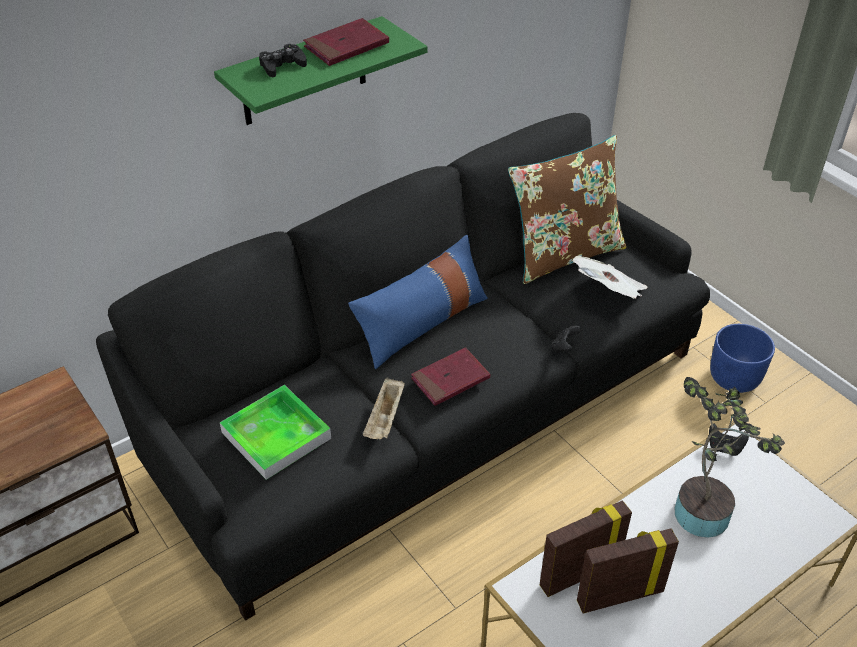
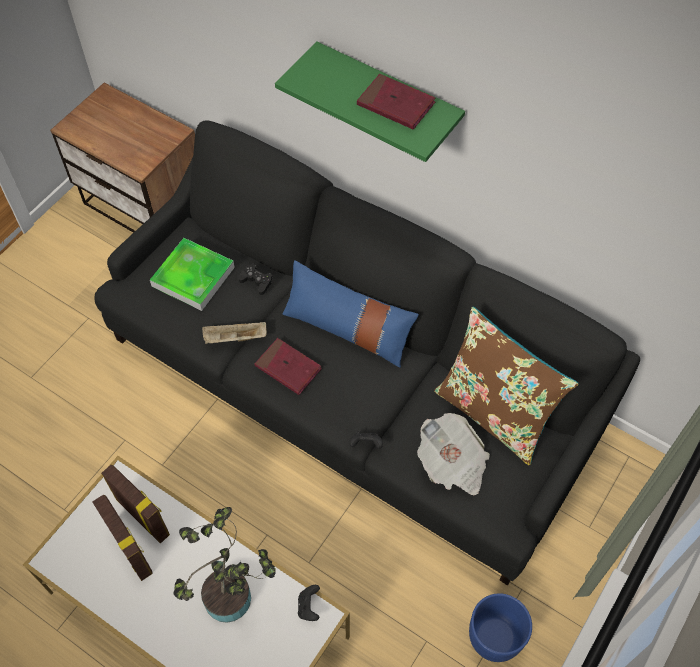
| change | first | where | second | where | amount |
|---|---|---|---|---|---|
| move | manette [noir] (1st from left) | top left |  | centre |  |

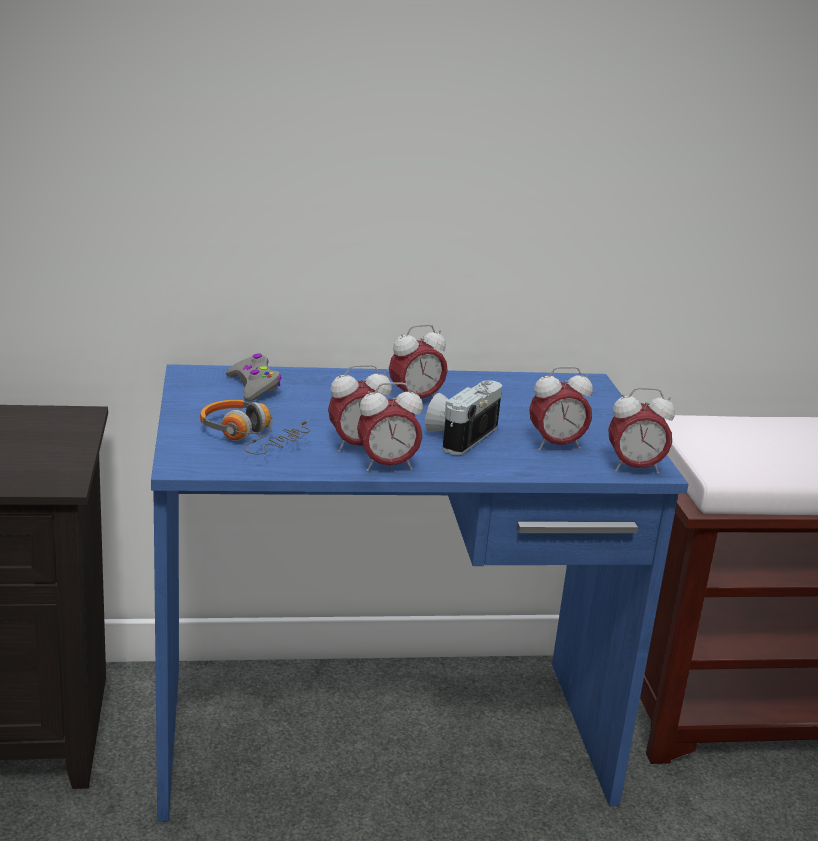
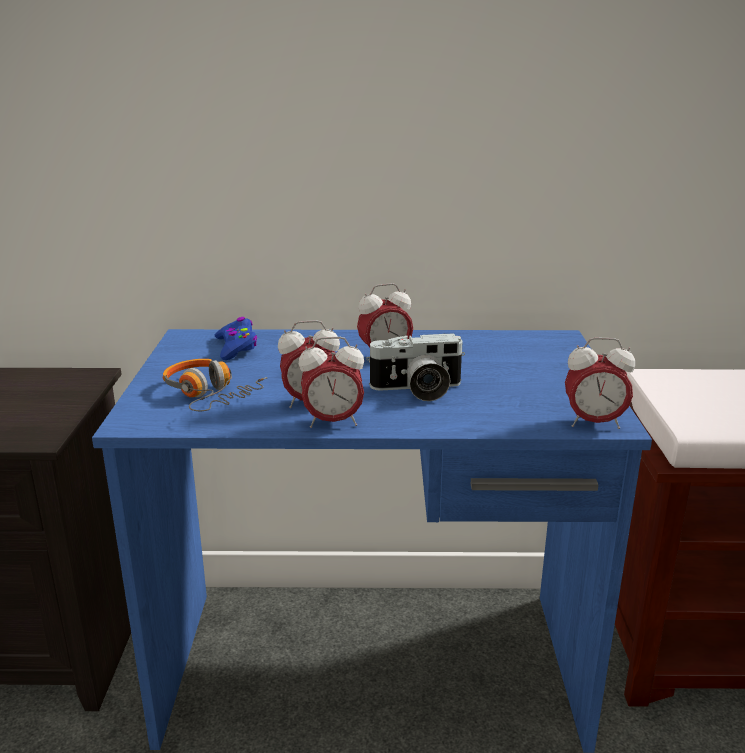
| change | first | where | second | where | amount |
|---|---|---|---|---|---|
| delete | réveil (4th from left) | middle right |  |  |  |
| recolor | manette [gris] | middle left | manette [bleu] | middle left |  |
| rotate | appareil photo | centre |  | centre | 135 degrees counterclockwise |

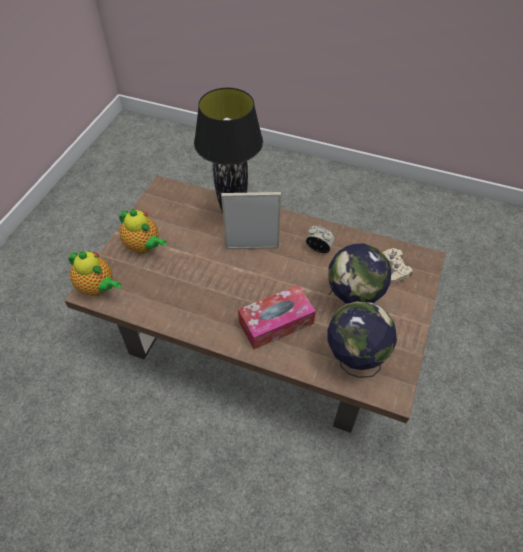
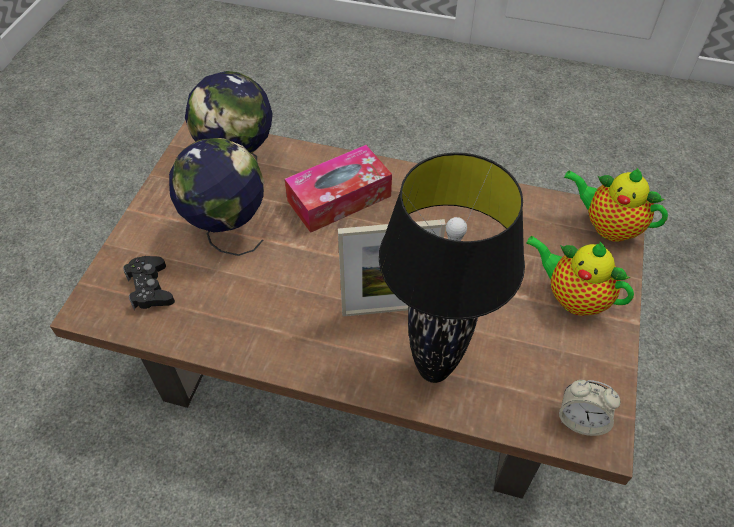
| change | first | where | second | where | amount |
|---|---|---|---|---|---|
| move | réveil | centre |  | bottom right |  |
| recolor | manette [beige] | middle right | manette [noir] | middle left |  |

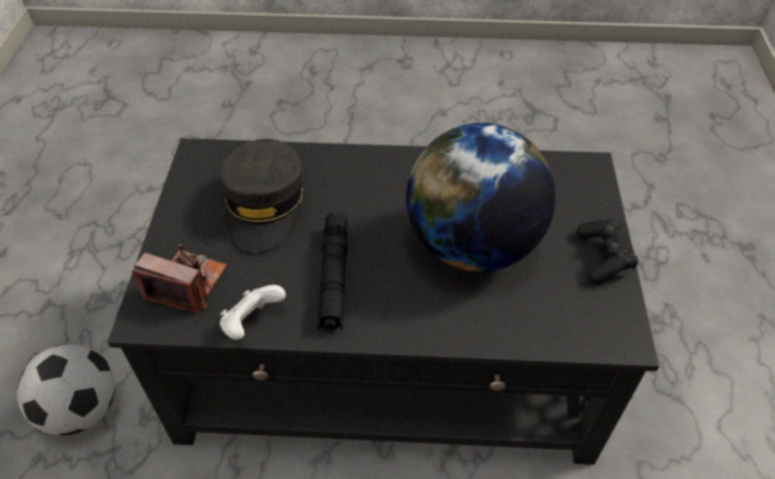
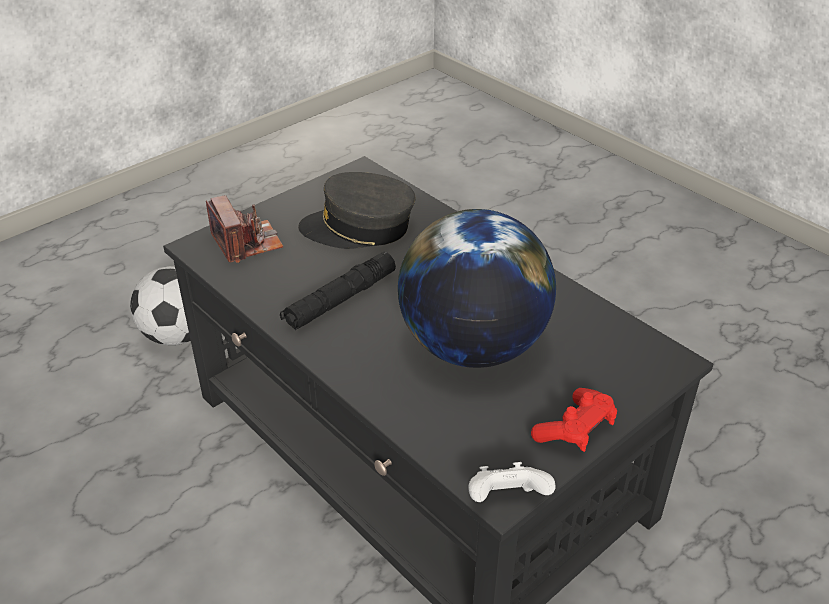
| change | first | where | second | where | amount |
|---|---|---|---|---|---|
| move | manette [blanc] | middle left |  | bottom centre |  |
| recolor | manette [noir] | middle right | manette [rouge] | bottom right |  |
| rotate | casquette [gris] | centre |  | centre | 45 degrees clockwise |

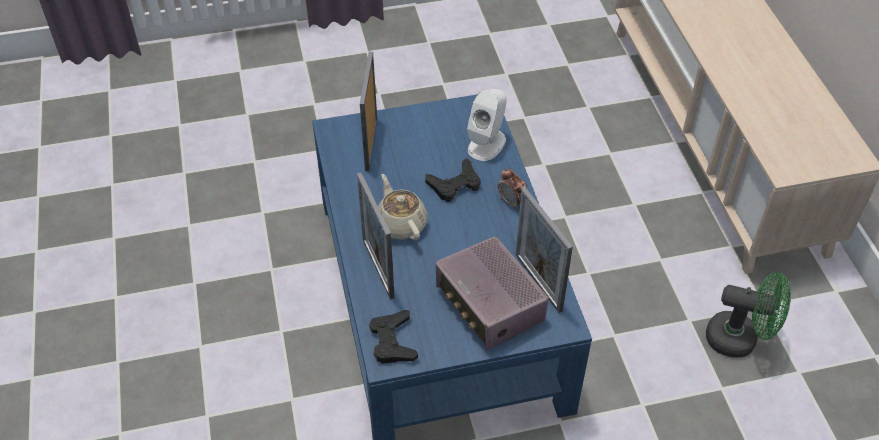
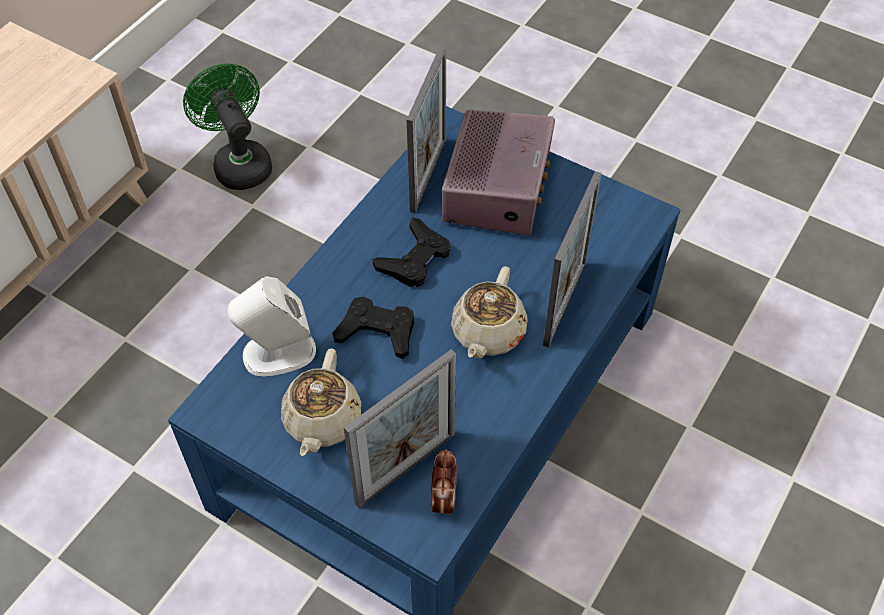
| change | first | where | second | where | amount |
|---|---|---|---|---|---|
| insert |  |  | théière [beige] (1st from left) | centre |  |
| move | manette [noir] (1st from left in the first image) | bottom centre | manette [noir] (2nd from left) | centre |  |
| move | réveil | centre |  | bottom centre |  |

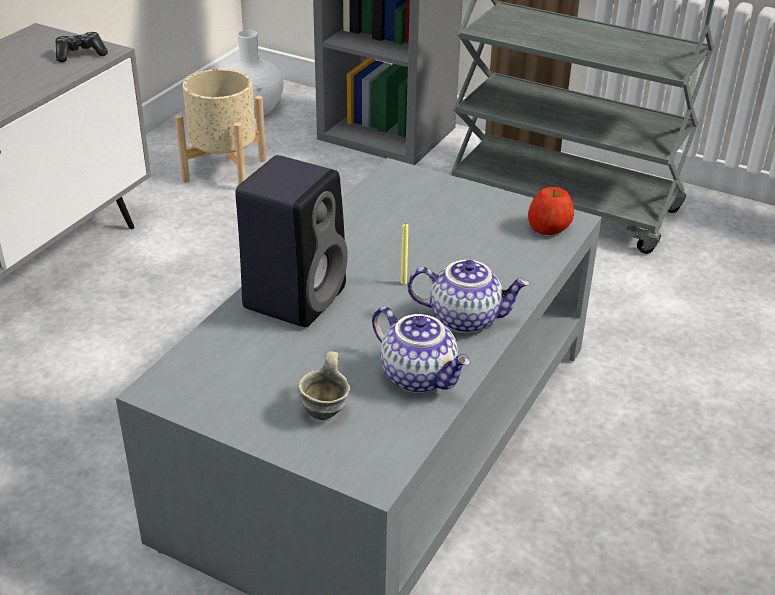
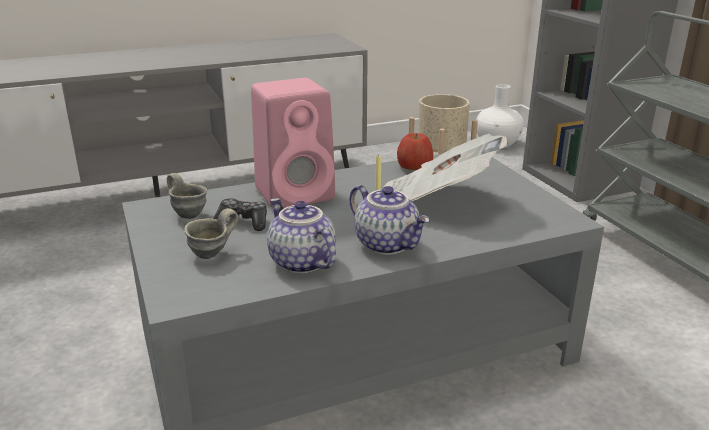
| change | first | where | second | where | amount |
|---|---|---|---|---|---|
| insert |  |  | mug [gris] (1st from left) | middle left |  |
| insert |  |  | journal | centre |  |
| move | manette | top left |  | centre |  |
| move | pomme | middle right |  | centre |  |
| recolor | enceinte [noir] | centre | enceinte [rose] | top centre |  |
| rotate | théière (1st from left) | centre |  | centre | 150 degrees clockwise |

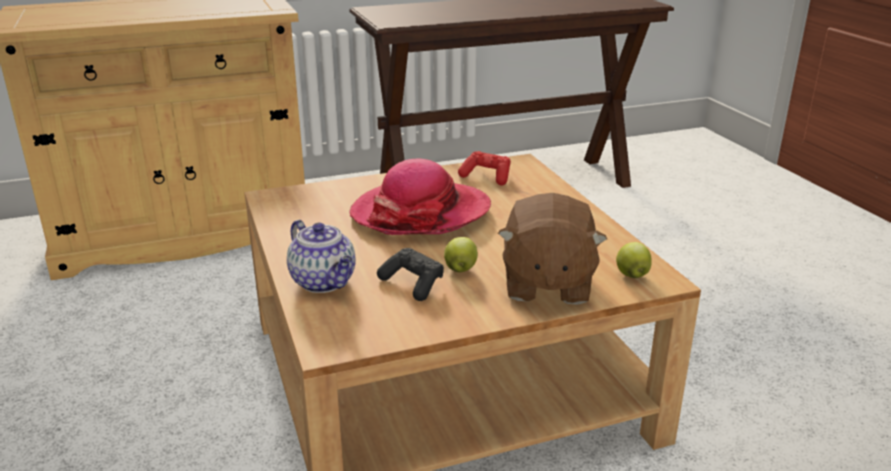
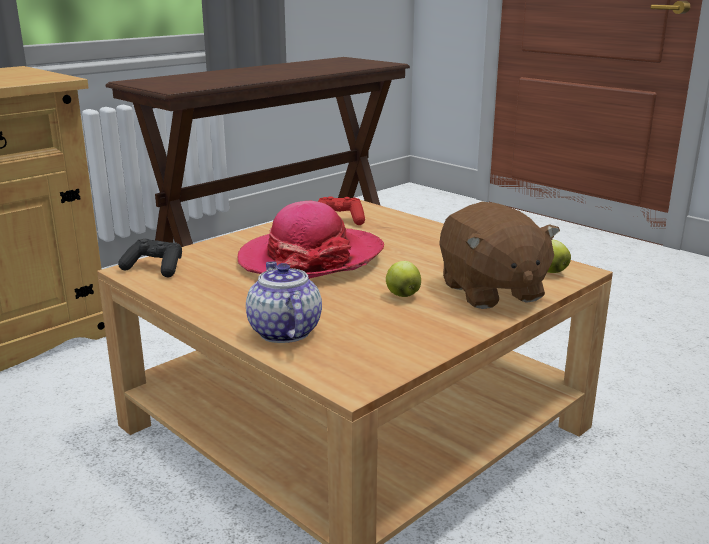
| change | first | where | second | where | amount |
|---|---|---|---|---|---|
| move | manette [noir] | centre |  | middle left |  |
| rotate | théière | centre |  | centre | 135 degrees counterclockwise |

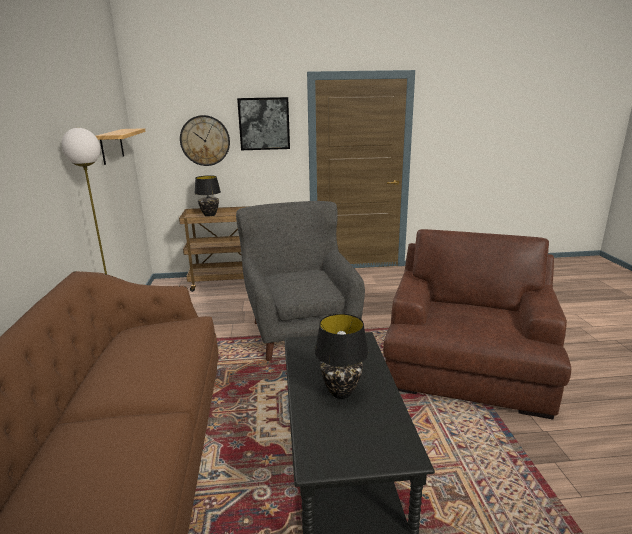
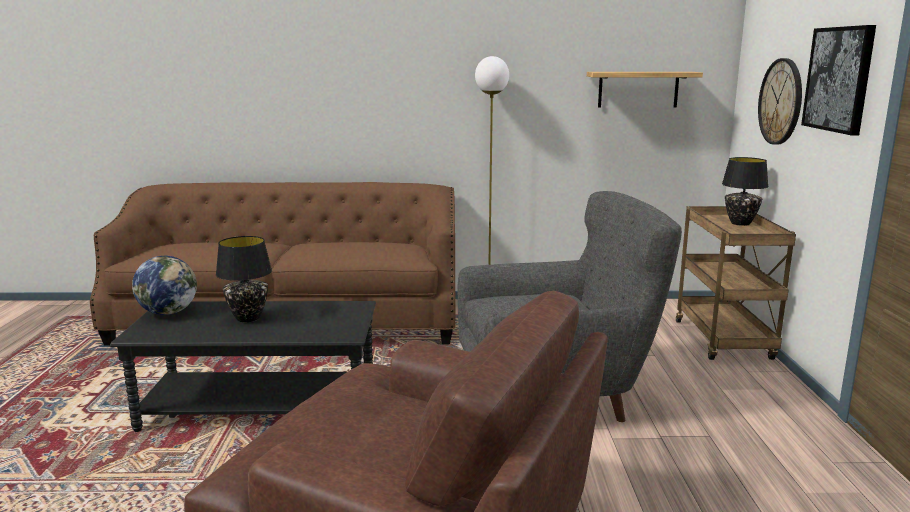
| change | first | where | second | where | amount |
|---|---|---|---|---|---|
| insert |  |  | globe | middle left |  |

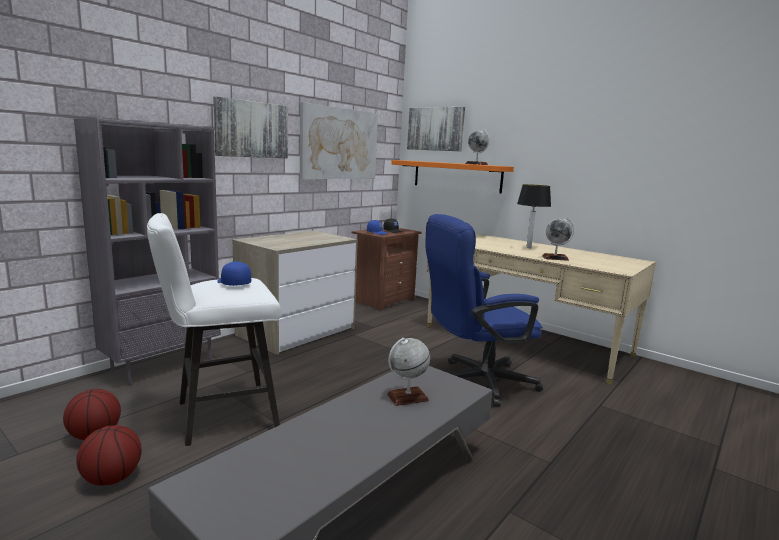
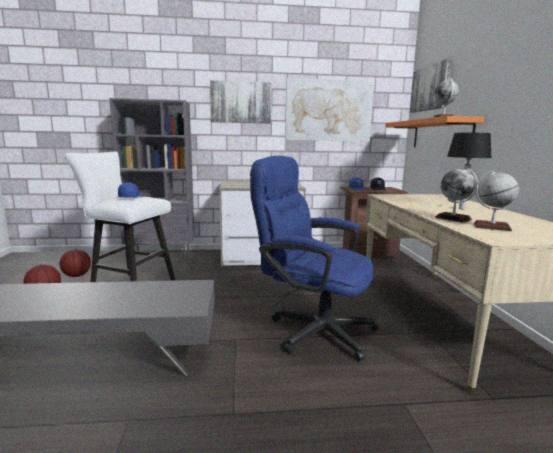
| change | first | where | second | where | amount |
|---|---|---|---|---|---|
| move | globe (1st from left in the first image) | bottom centre | globe (3rd from left) | middle right |  |

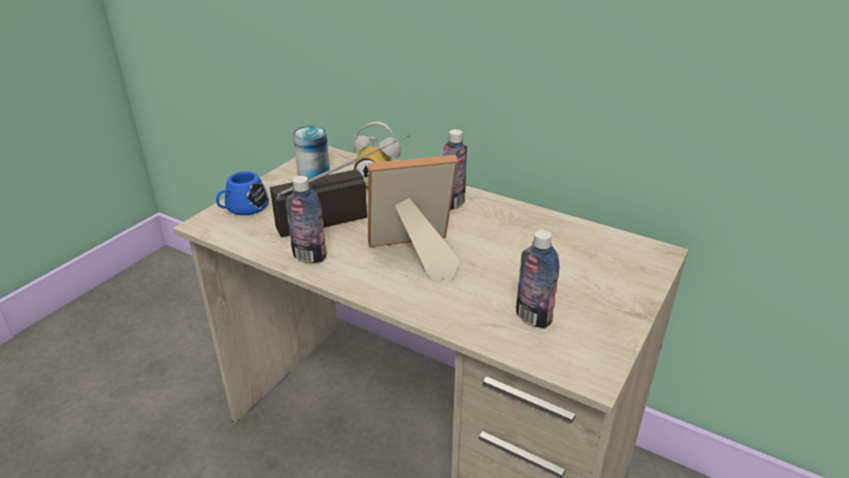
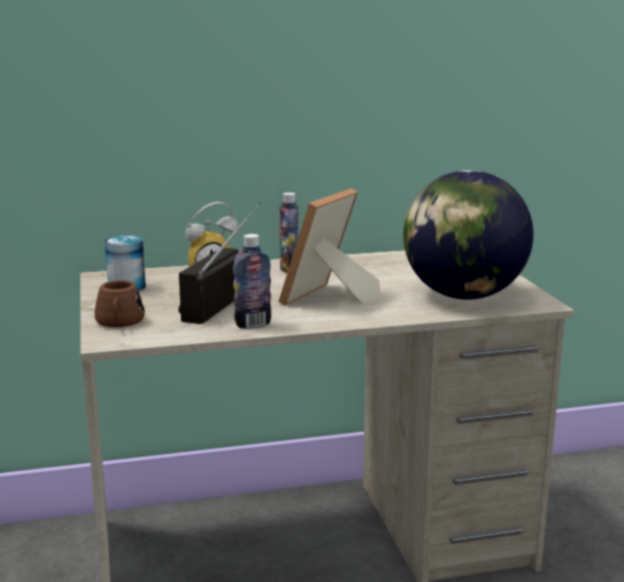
| change | first | where | second | where | amount |
|---|---|---|---|---|---|
| replace | bouteille (3rd from left) | centre | globe | middle right |  |
| recolor | mug [bleu] | middle left | mug [marron] | middle left |  |

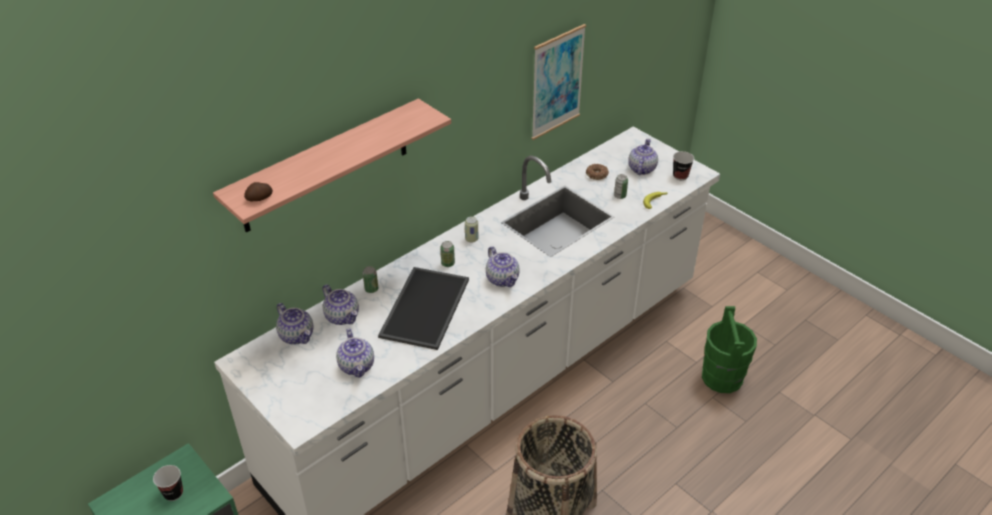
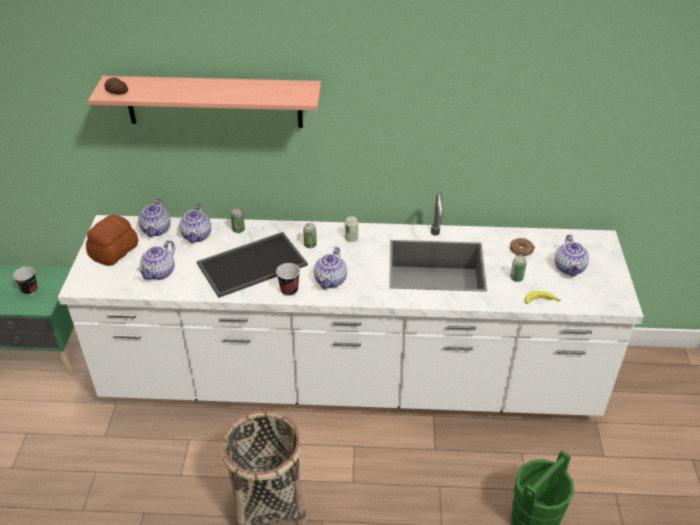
| change | first | where | second | where | amount |
|---|---|---|---|---|---|
| delete | tableau | top centre |  |  |  |
| insert |  |  | pain | middle left |  |
| move | tasse (2nd from left) | top right |  | centre |  |
| rotate | théière (5th from left) | top centre |  | middle right | 120 degrees clockwise |

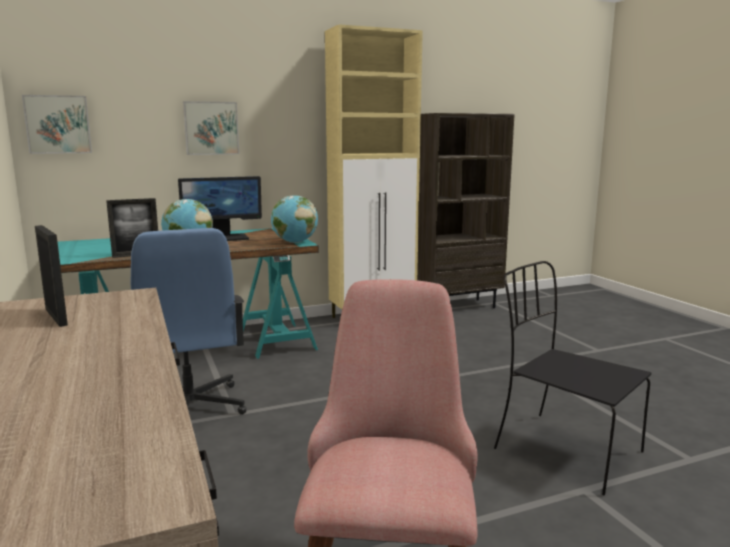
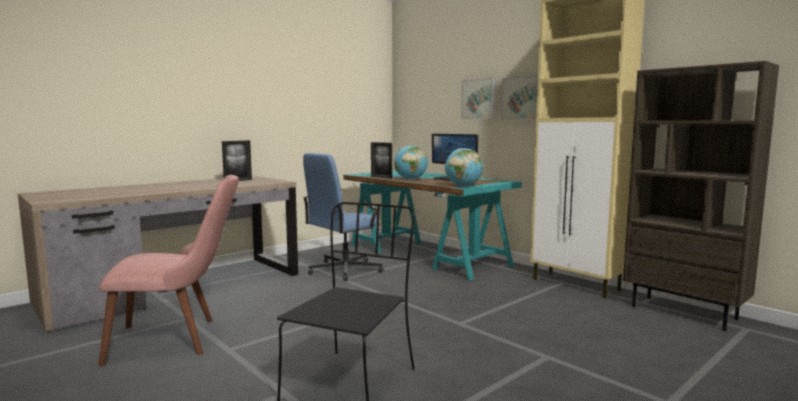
| change | first | where | second | where | amount |
|---|---|---|---|---|---|
| move | tableau (1st from left in the first image) | top left | tableau (2nd from left) | top centre |  |

